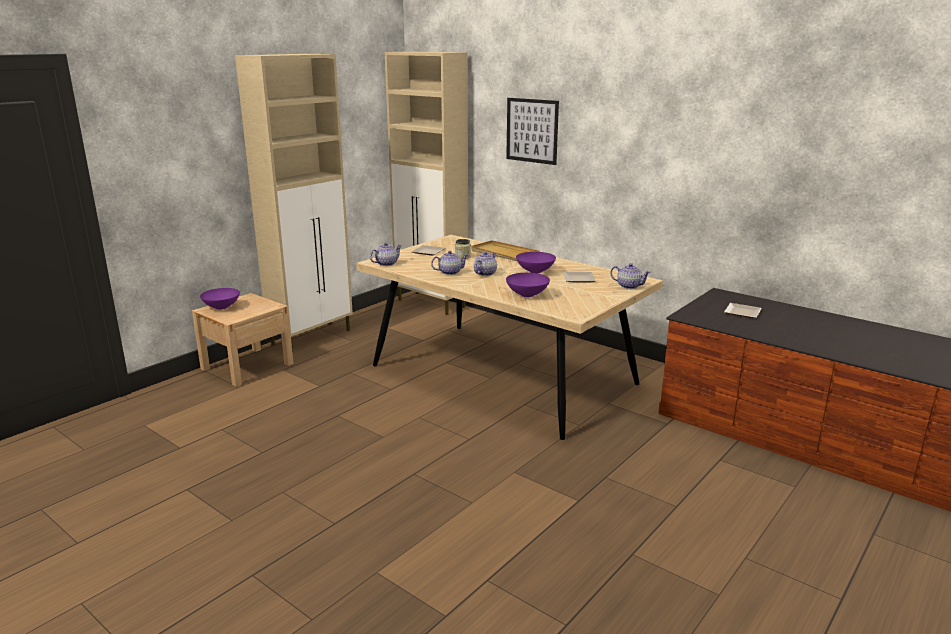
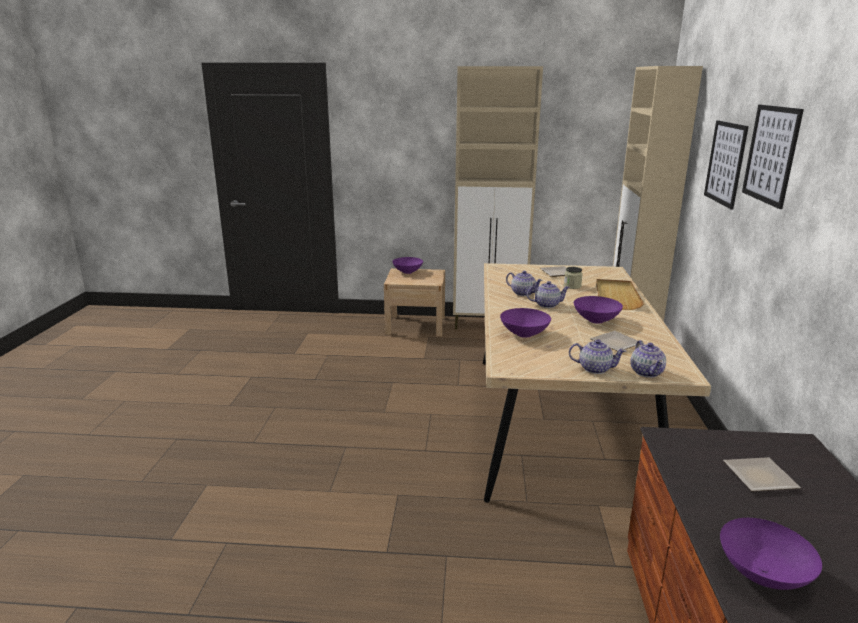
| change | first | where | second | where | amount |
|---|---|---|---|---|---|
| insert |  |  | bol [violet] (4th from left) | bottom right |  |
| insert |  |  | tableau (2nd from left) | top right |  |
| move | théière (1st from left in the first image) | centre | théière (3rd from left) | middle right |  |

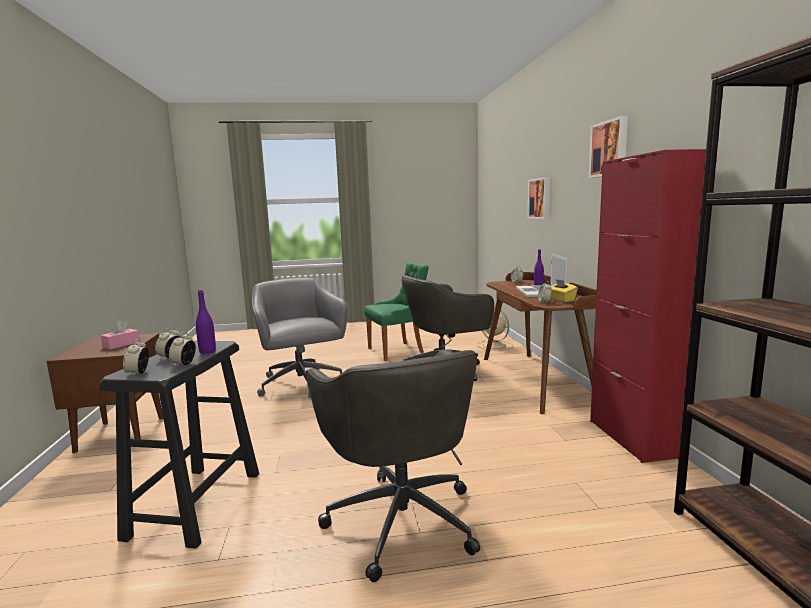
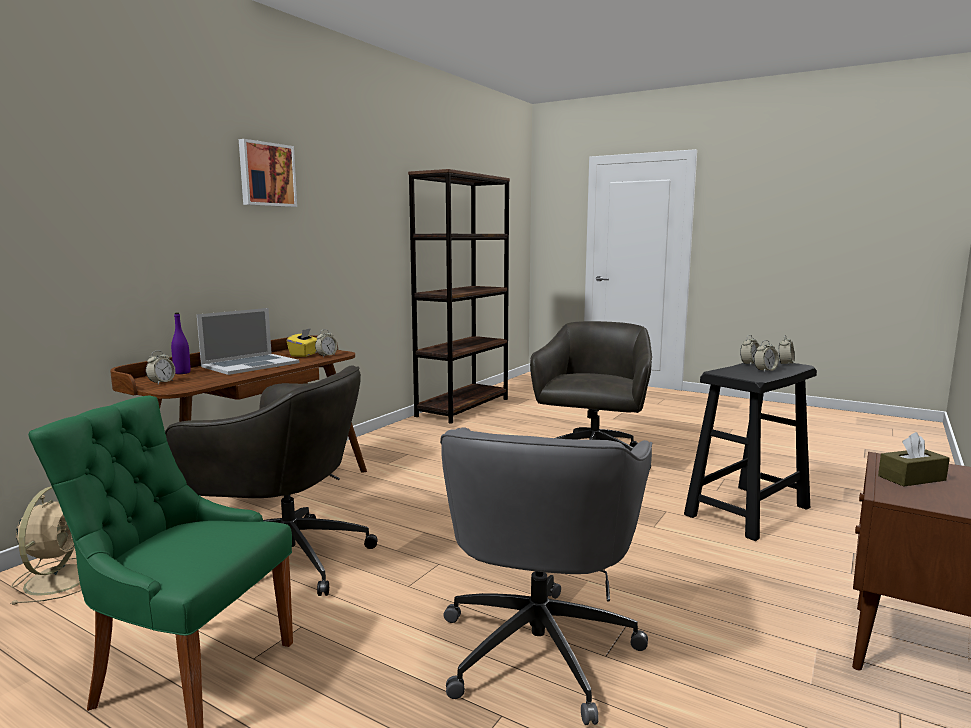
| change | first | where | second | where | amount |
|---|---|---|---|---|---|
| delete | bouteille [violet] (1st from left) | middle left |  |  |  |
| delete | tableau (1st from left) | top centre |  |  |  |
| delete | meuble de rangement [rouge] | middle right |  |  |  |
| recolor | boîte à mouchoirs [rose] | middle left | boîte à mouchoirs [marron] | middle right |  |

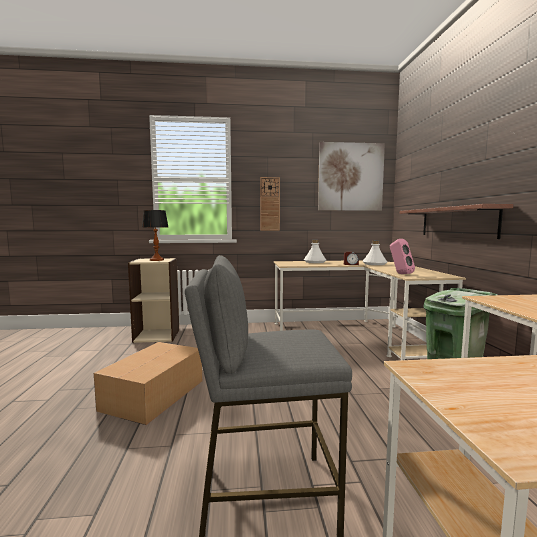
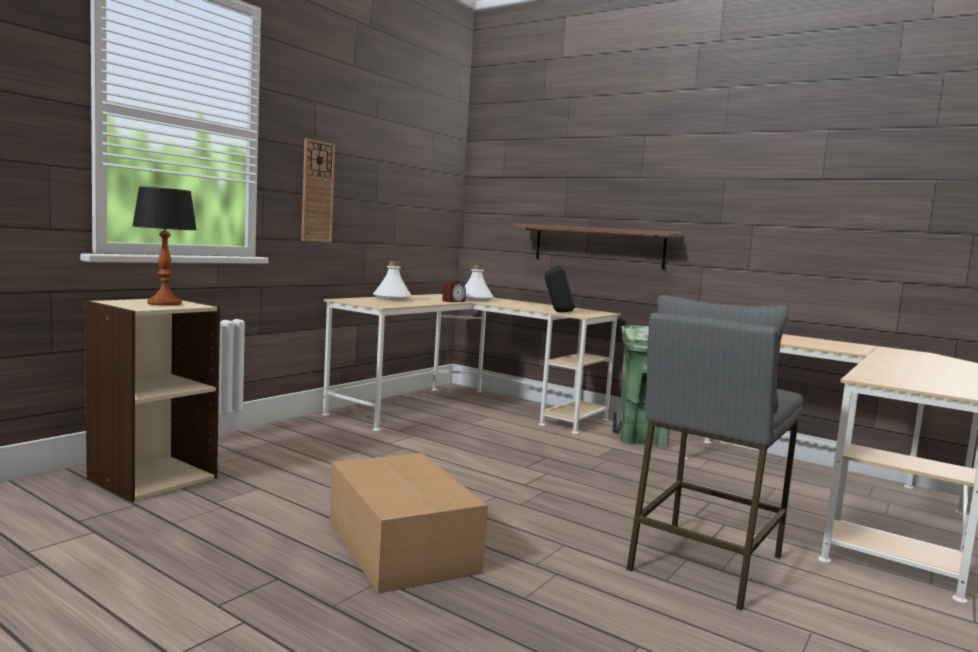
| change | first | where | second | where | amount |
|---|---|---|---|---|---|
| delete | tableau | top centre |  |  |  |
| recolor | enceinte [rose] | middle right | enceinte [noir] | centre |  |

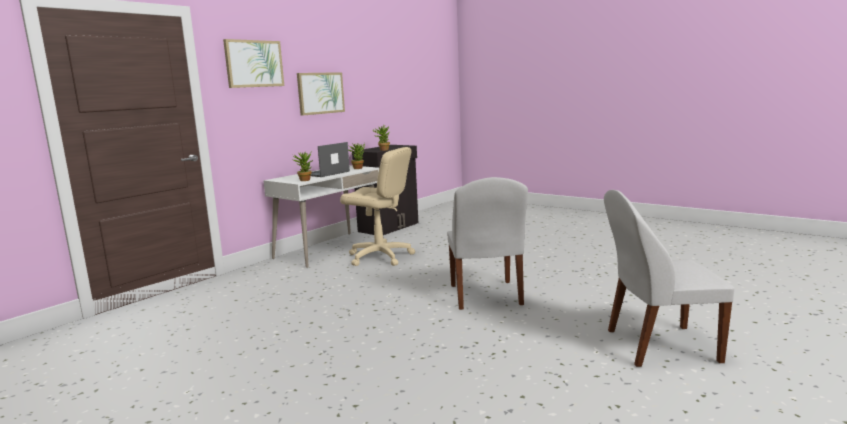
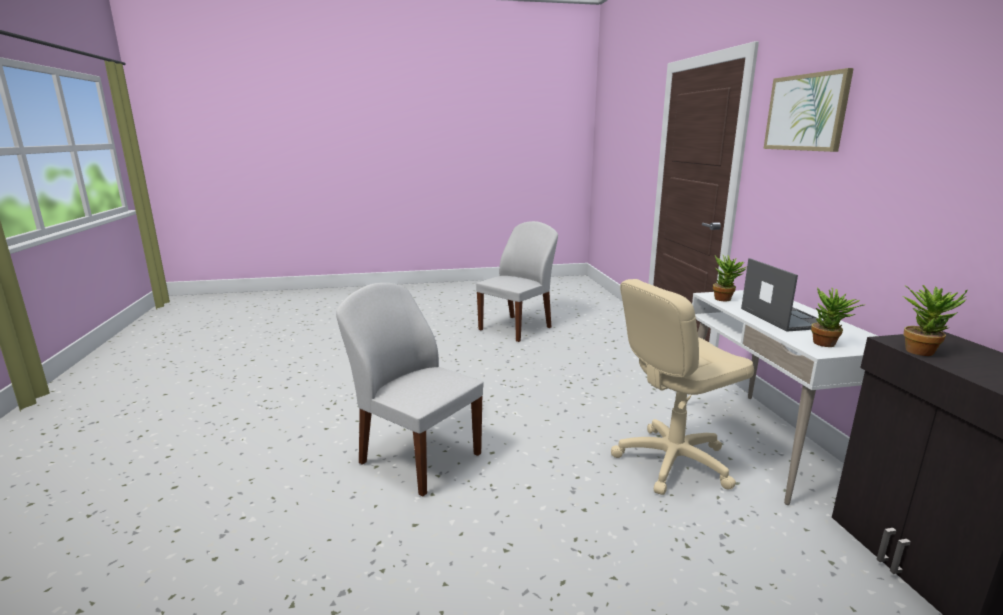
| change | first | where | second | where | amount |
|---|---|---|---|---|---|
| delete | tableau (2nd from left) | top centre |  |  |  |
| move | chaise [blanc] (2nd from left) | middle right |  | centre |  |

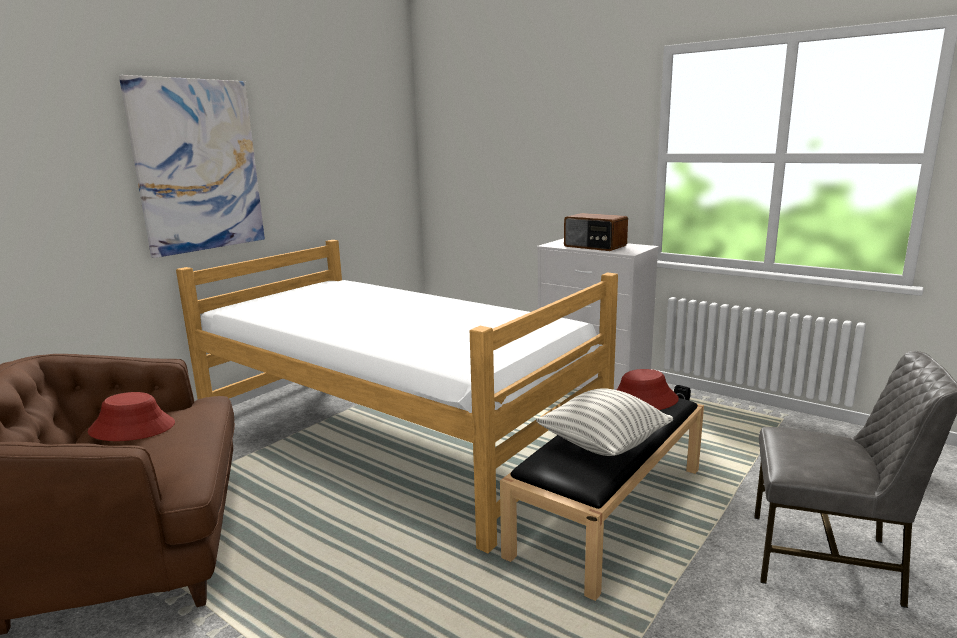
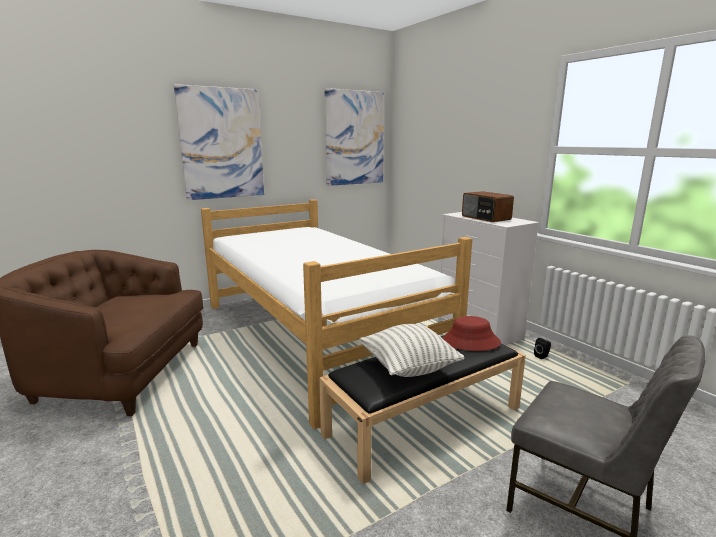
| change | first | where | second | where | amount |
|---|---|---|---|---|---|
| delete | chapeau [rouge] (1st from left) | middle left |  |  |  |
| insert |  |  | tableau (2nd from left) | top centre |  |

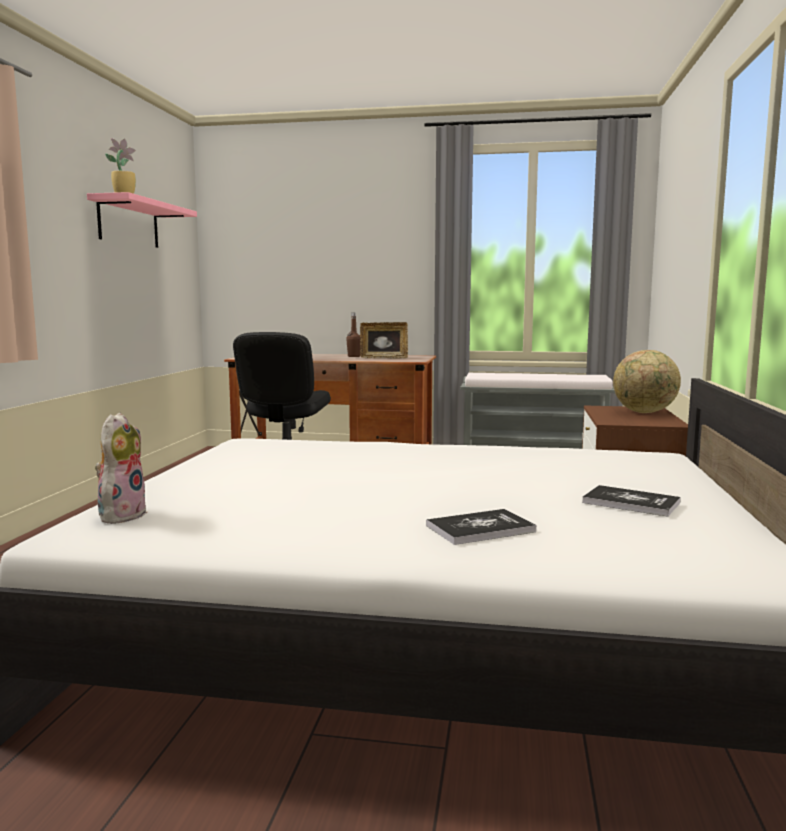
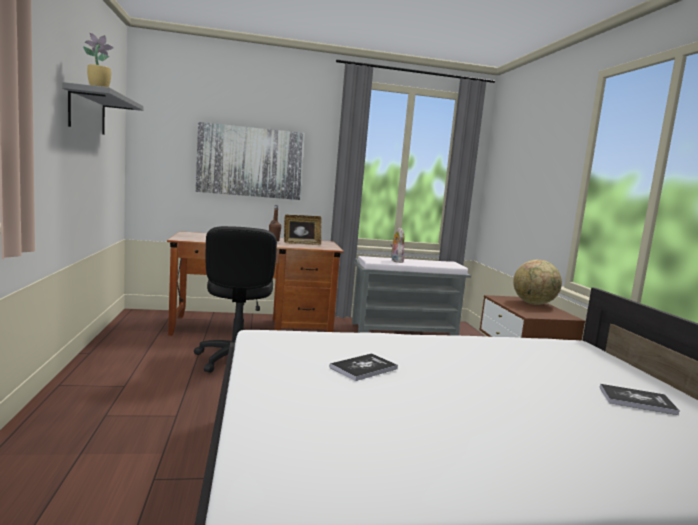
| change | first | where | second | where | amount |
|---|---|---|---|---|---|
| insert |  |  | tableau | top centre |  |
| move | peluche | middle left |  | centre |  |
| move | livre (1st from left) | centre |  | bottom centre |  |
| recolor | étagère [rose] | top left | étagère [gris] | top left |  |

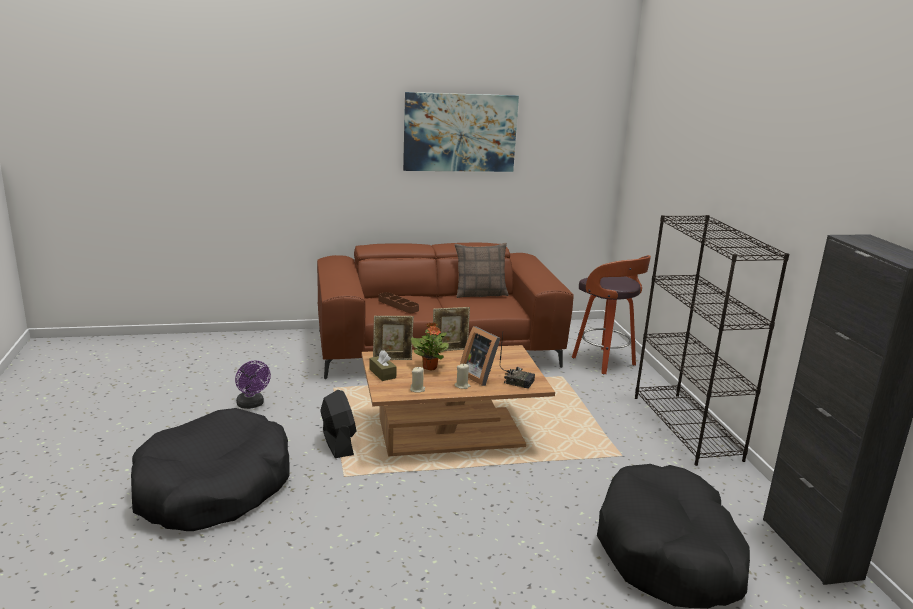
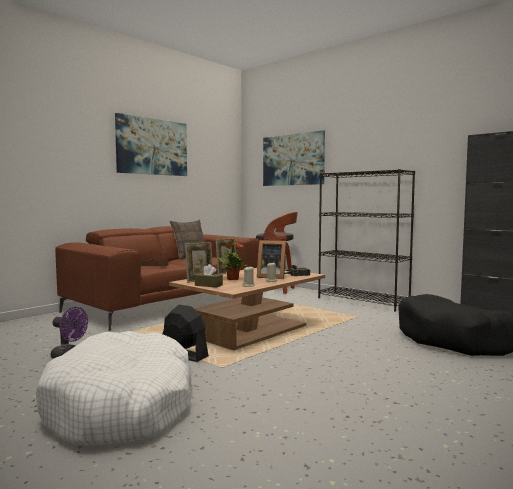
| change | first | where | second | where | amount |
|---|---|---|---|---|---|
| insert |  |  | tableau (2nd from left) | top centre |  |
| recolor | panier pour chien [noir] (1st from left) | bottom left | panier pour chien [blanc] | bottom left |  |

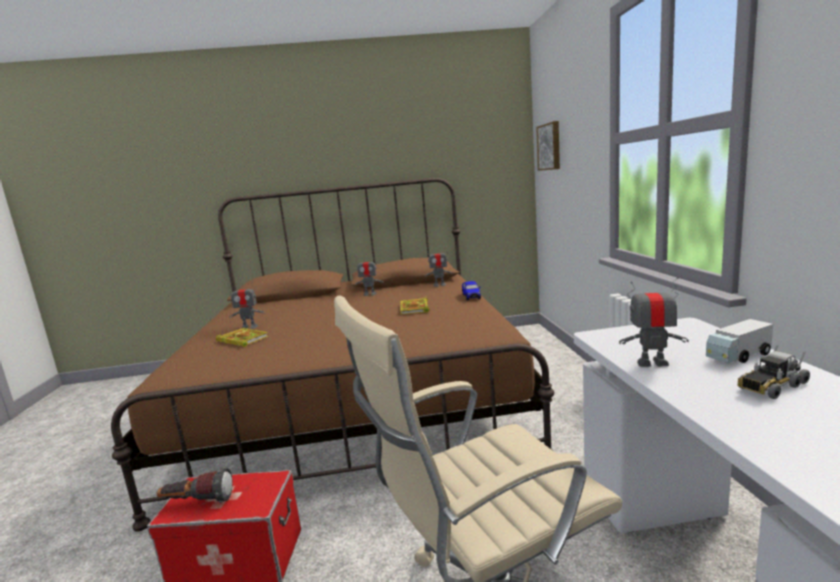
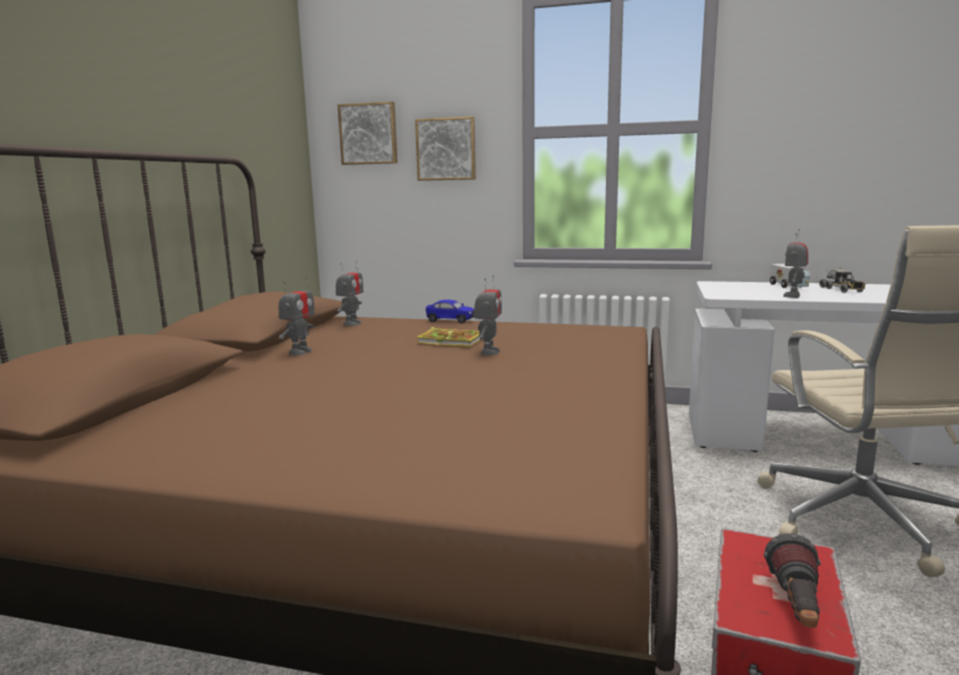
| change | first | where | second | where | amount |
|---|---|---|---|---|---|
| delete | livre (1st from left) | middle left |  |  |  |
| insert |  |  | tableau (2nd from left) | top centre |  |
| move | robot jouet (1st from left in the first image) | middle left | robot jouet (3rd from left) | centre |  |

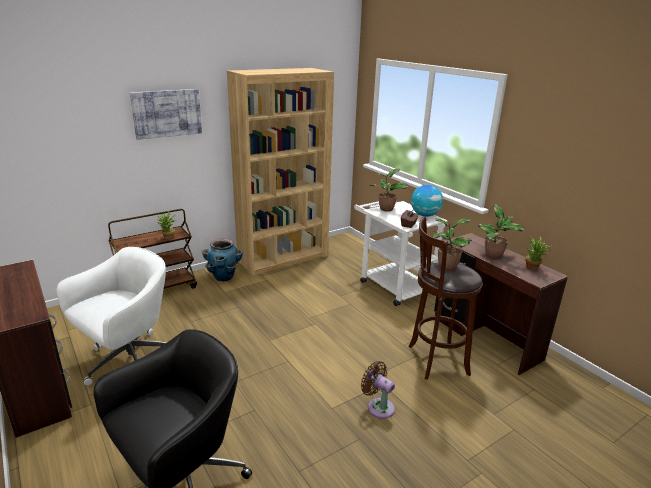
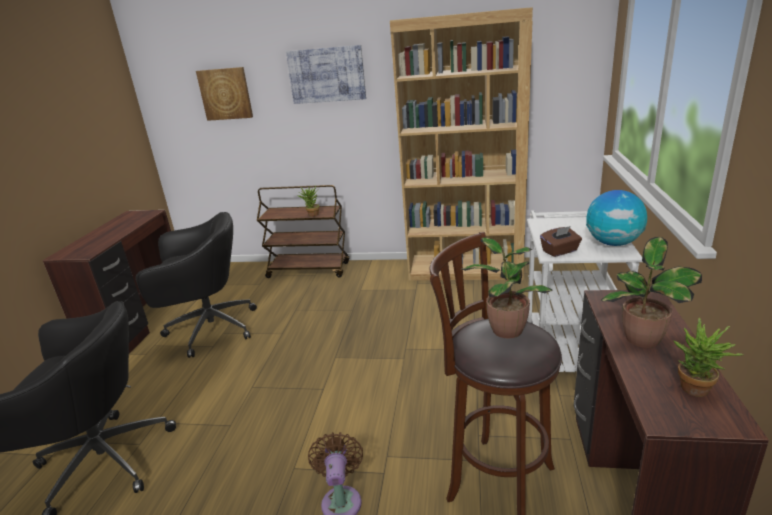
| change | first | where | second | where | amount |
|---|---|---|---|---|---|
| delete | cache-pot | centre |  |  |  |
| delete | plante en pot (2nd from left) | centre |  |  |  |
| insert |  |  | tableau (1st from left) | top left |  |
| recolor | chaise de bureau [blanc] | middle left | chaise de bureau [noir] (2nd from left) | middle left |  |

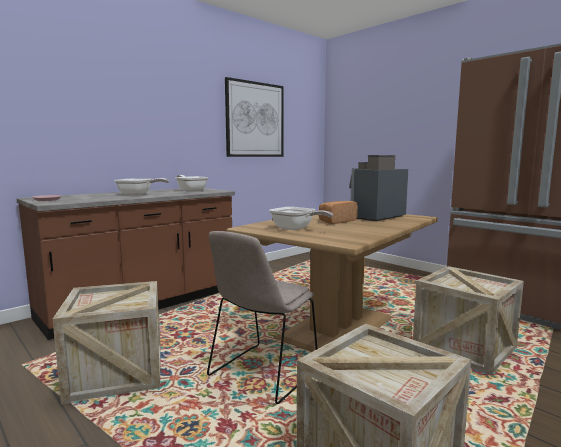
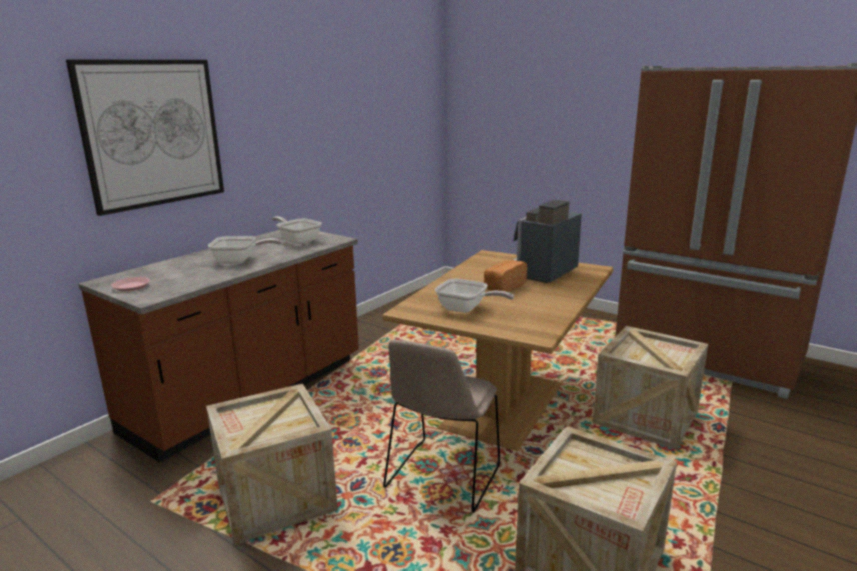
| change | first | where | second | where | amount |
|---|---|---|---|---|---|
| move | tableau | top centre |  | top left |  |

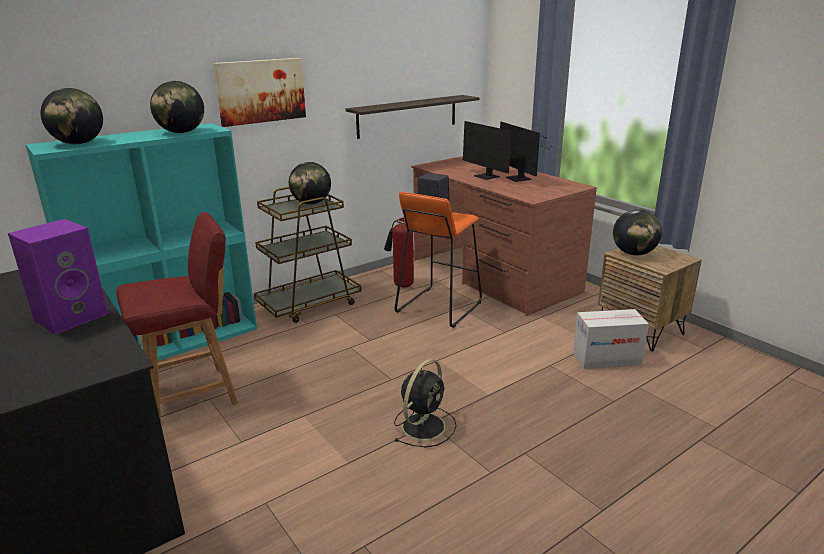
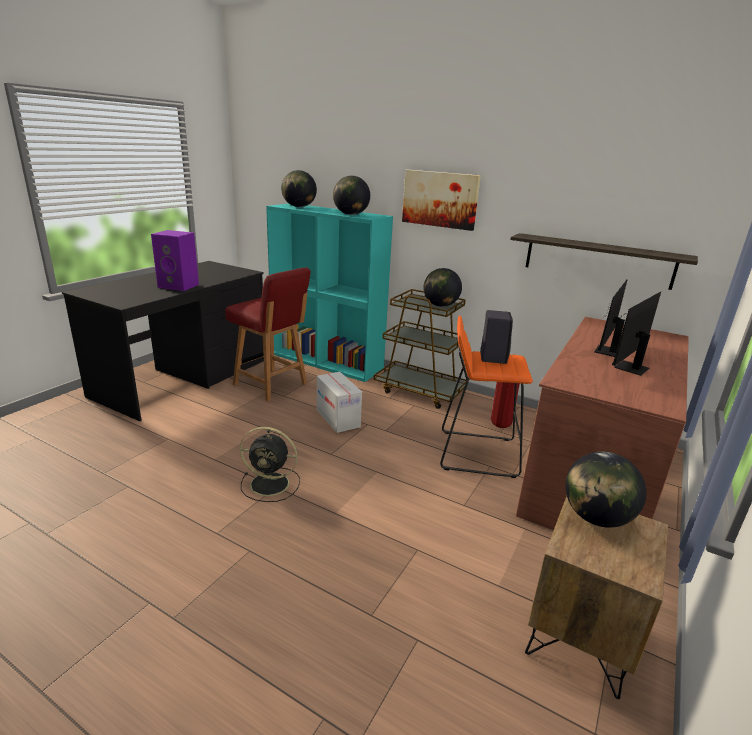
| change | first | where | second | where | amount |
|---|---|---|---|---|---|
| move | carton | middle right |  | centre |  |

